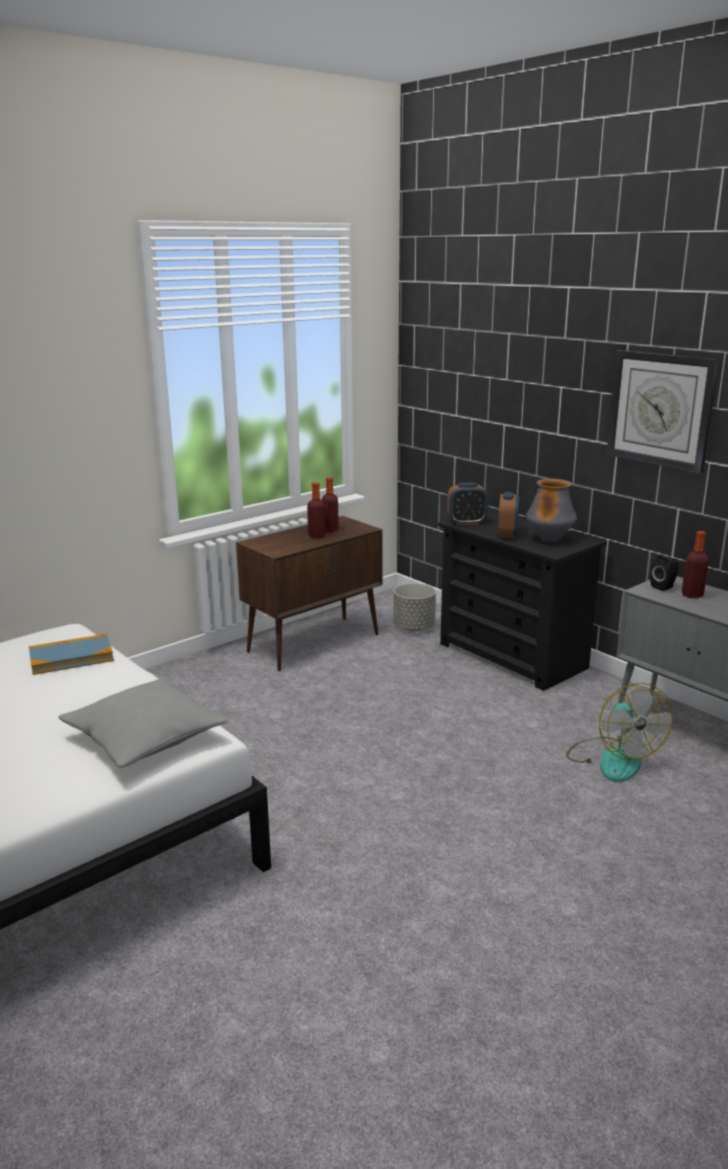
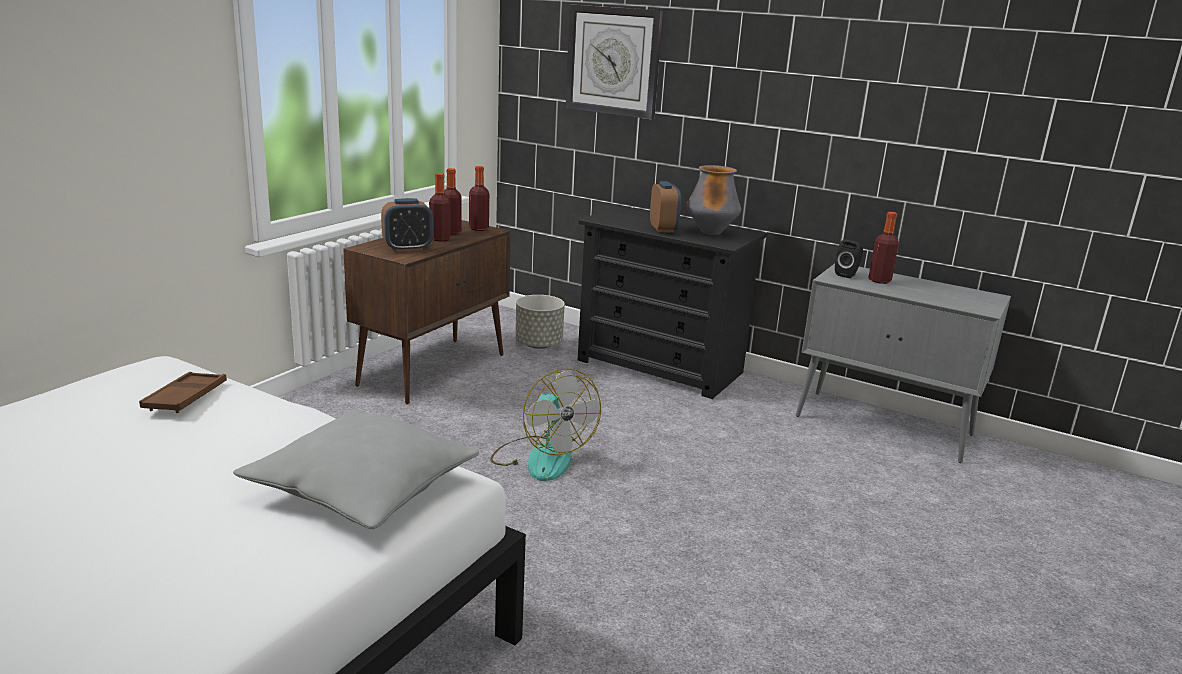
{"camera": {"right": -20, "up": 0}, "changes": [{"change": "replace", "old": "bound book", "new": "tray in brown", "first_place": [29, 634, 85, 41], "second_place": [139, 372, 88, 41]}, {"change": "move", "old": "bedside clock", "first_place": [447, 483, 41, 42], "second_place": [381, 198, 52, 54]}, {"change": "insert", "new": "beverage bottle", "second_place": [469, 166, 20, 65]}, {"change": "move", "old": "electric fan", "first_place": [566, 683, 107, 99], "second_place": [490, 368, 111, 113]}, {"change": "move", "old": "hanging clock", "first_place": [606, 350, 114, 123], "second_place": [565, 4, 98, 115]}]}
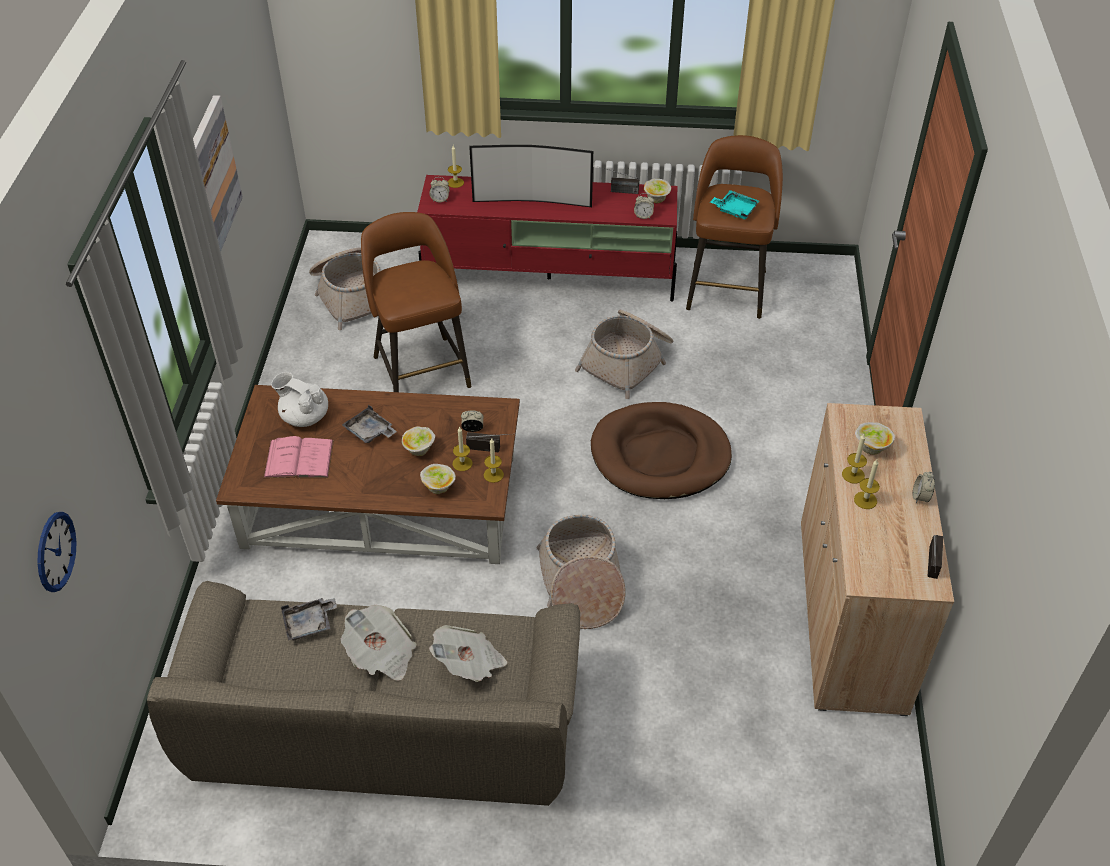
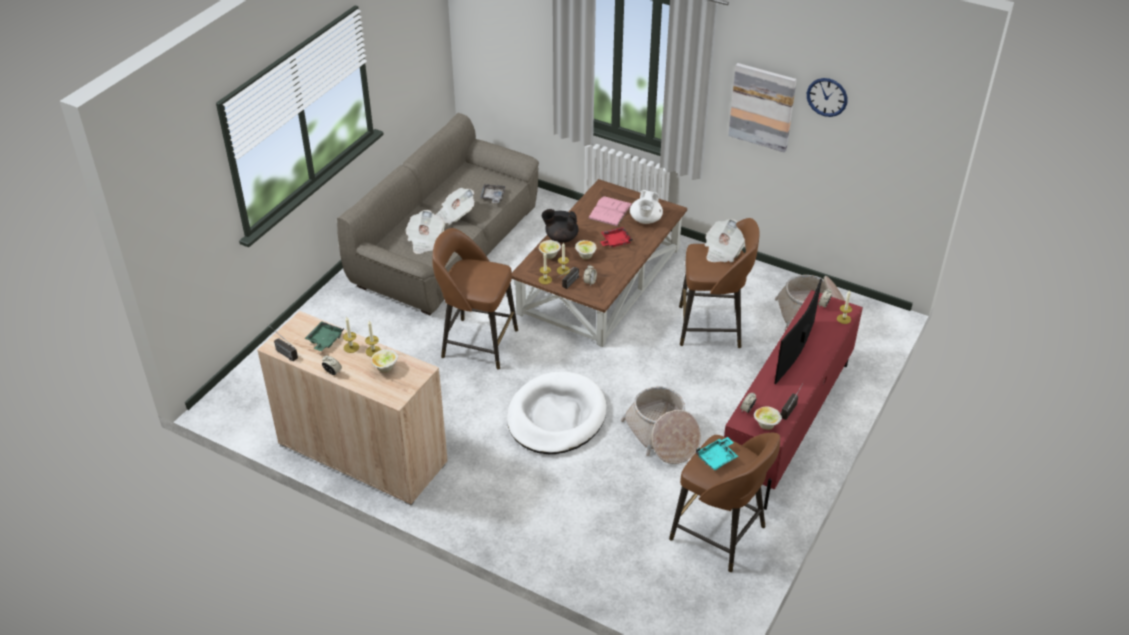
{"camera": {"right": 115, "up": -5}, "changes": [{"change": "insert", "new": "tray in green-coloured", "second_place": [305, 321, 39, 30]}, {"change": "replace", "old": "basket", "new": "stool seat in brown", "first_place": [536, 515, 89, 114], "second_place": [432, 228, 86, 142]}, {"change": "recolor", "old": "dog bed in brown", "new": "dog bed in white", "first_place": [591, 402, 141, 97], "second_place": [507, 372, 100, 82]}, {"change": "insert", "new": "pot for tea in blackish", "second_place": [542, 209, 37, 34]}, {"change": "recolor", "old": "tray in greyish", "new": "tray in red-coloured", "first_place": [342, 405, 55, 38], "second_place": [600, 227, 33, 20]}, {"change": "rotate", "old": "pot for tea in white", "first_place": [271, 372, 57, 55], "second_place": [630, 190, 33, 34], "degrees": 135}, {"change": "insert", "new": "printed paper", "second_place": [705, 219, 40, 43]}, {"change": "move", "old": "hanging clock", "first_place": [37, 512, 40, 80], "second_place": [807, 78, 40, 39]}]}
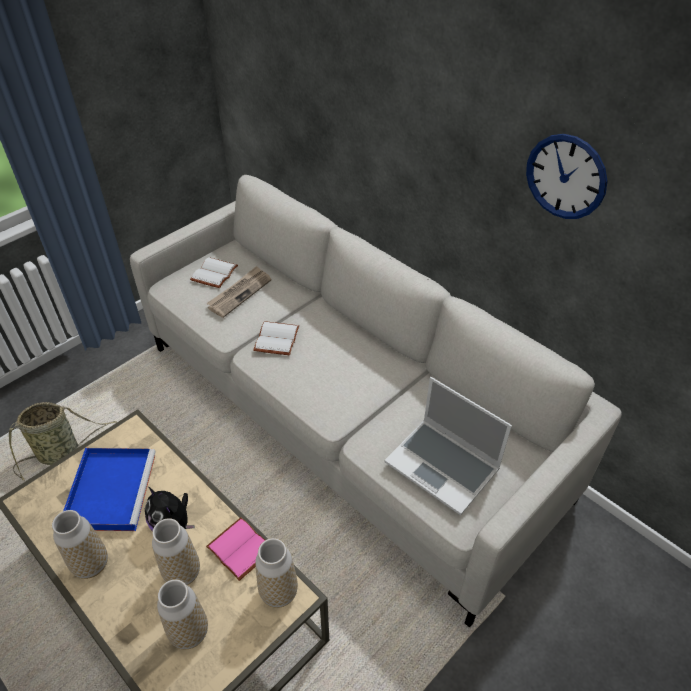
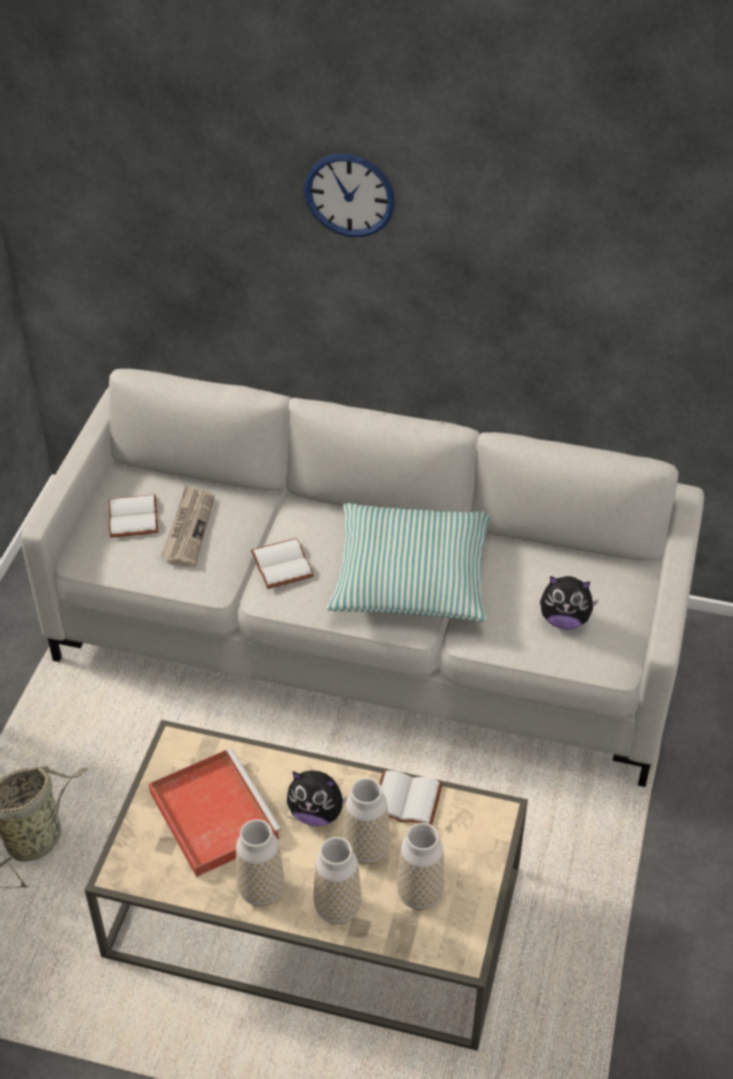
{"camera": {"right": -30, "up": 0}, "changes": [{"change": "recolor", "old": "tray in bluish", "new": "tray in red-coloured", "first_place": [63, 448, 93, 83], "second_place": [148, 748, 134, 129]}, {"change": "move", "old": "hanging clock", "first_place": [526, 134, 82, 85], "second_place": [304, 154, 91, 83]}, {"change": "move", "old": "decorative vase", "first_place": [255, 538, 43, 70], "second_place": [314, 837, 47, 87]}, {"change": "insert", "new": "pillow", "second_place": [327, 503, 163, 119]}, {"change": "recolor", "old": "bound book in pinkish", "new": "bound book in white", "first_place": [206, 517, 59, 64], "second_place": [379, 770, 64, 55]}, {"change": "replace", "old": "laptop", "new": "soft toy", "first_place": [384, 377, 128, 138], "second_place": [540, 576, 59, 54]}]}
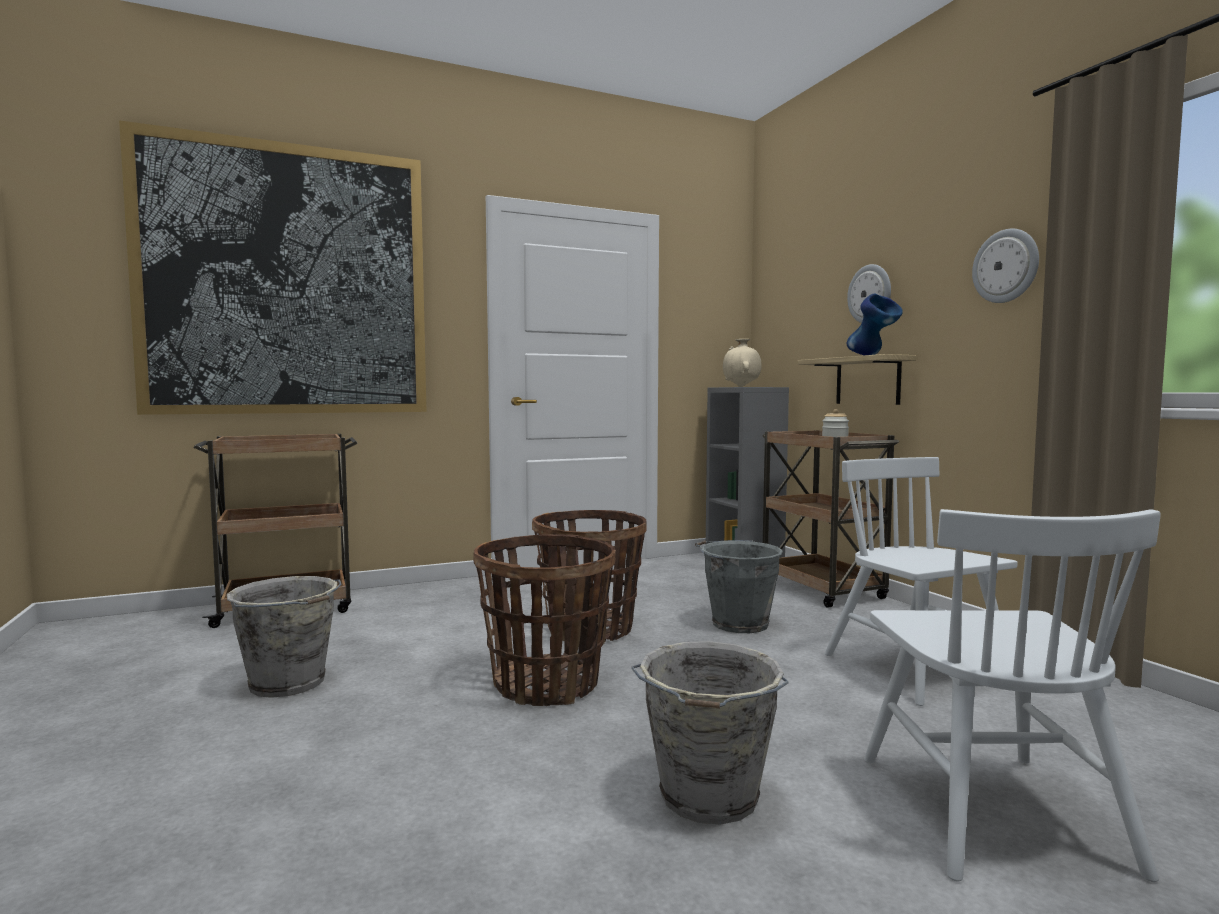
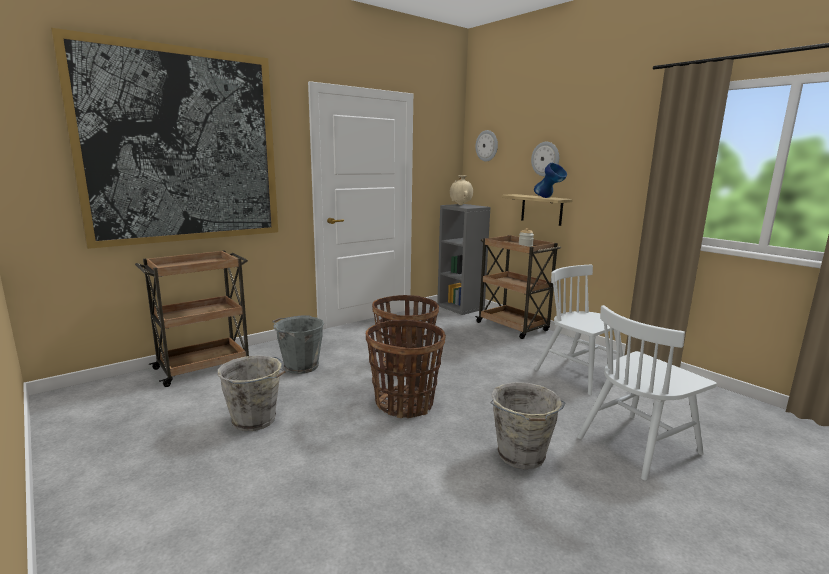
{"camera": {"right": -15, "up": 10}, "changes": [{"change": "move", "old": "water bucket in greyish", "first_place": [695, 540, 88, 93], "second_place": [272, 315, 52, 59]}, {"change": "move", "old": "hanging clock", "first_place": [972, 229, 67, 74], "second_place": [475, 130, 23, 32]}, {"change": "rotate", "old": "upright chair in white", "first_place": [864, 509, 297, 373], "second_place": [577, 305, 140, 176], "degrees": 75}]}
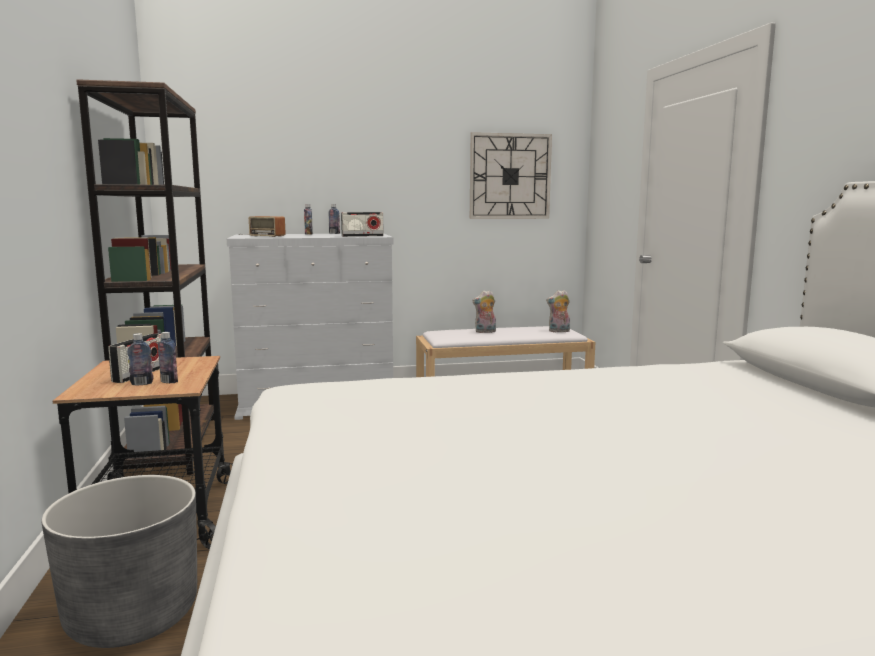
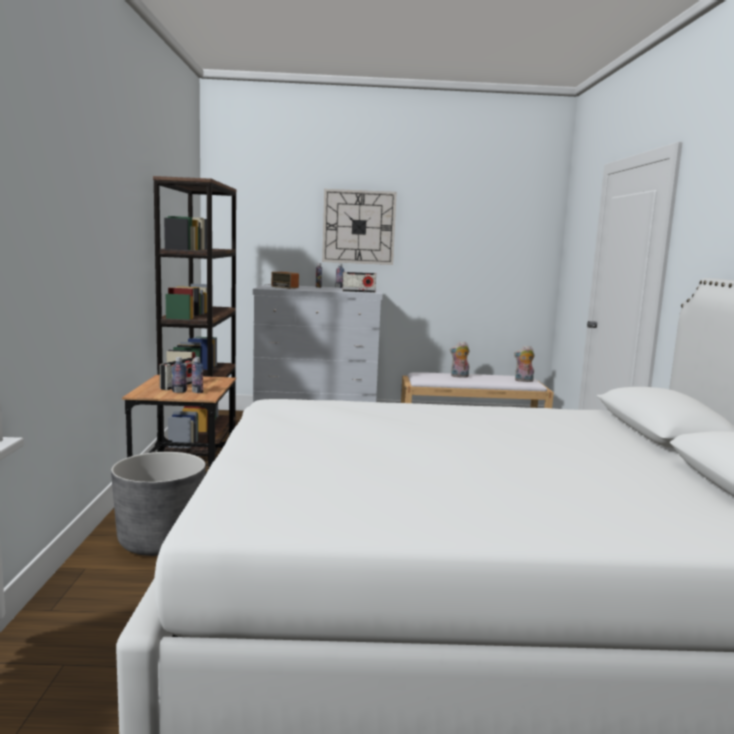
{"camera": {"right": 10, "up": 0}, "changes": [{"change": "move", "old": "hanging clock", "first_place": [470, 132, 82, 87], "second_place": [322, 189, 75, 76]}]}
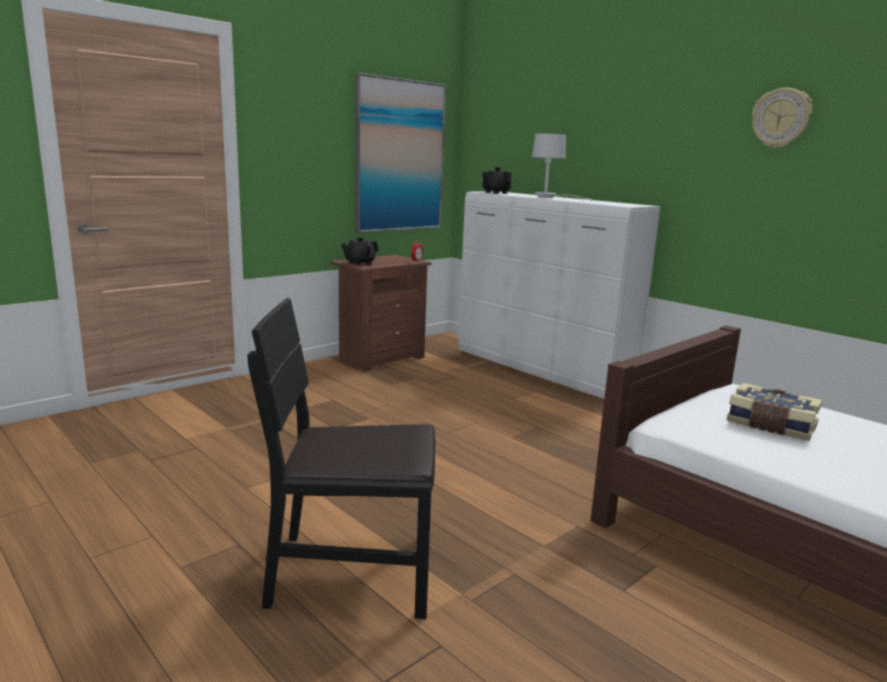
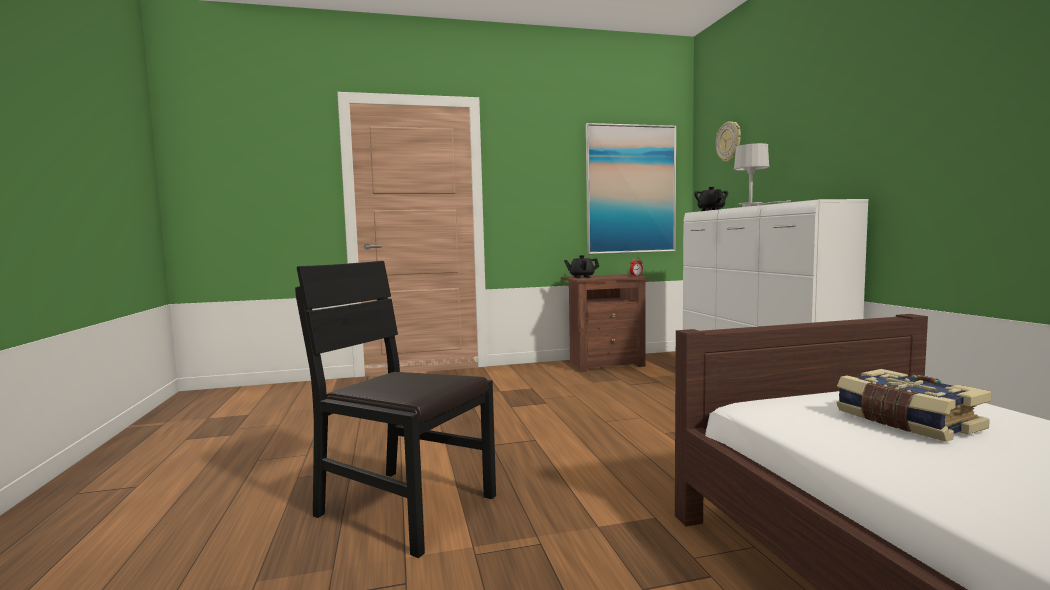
{"camera": {"right": 30, "up": -10}, "changes": [{"change": "move", "old": "hanging clock", "first_place": [752, 88, 61, 60], "second_place": [716, 121, 25, 41]}]}
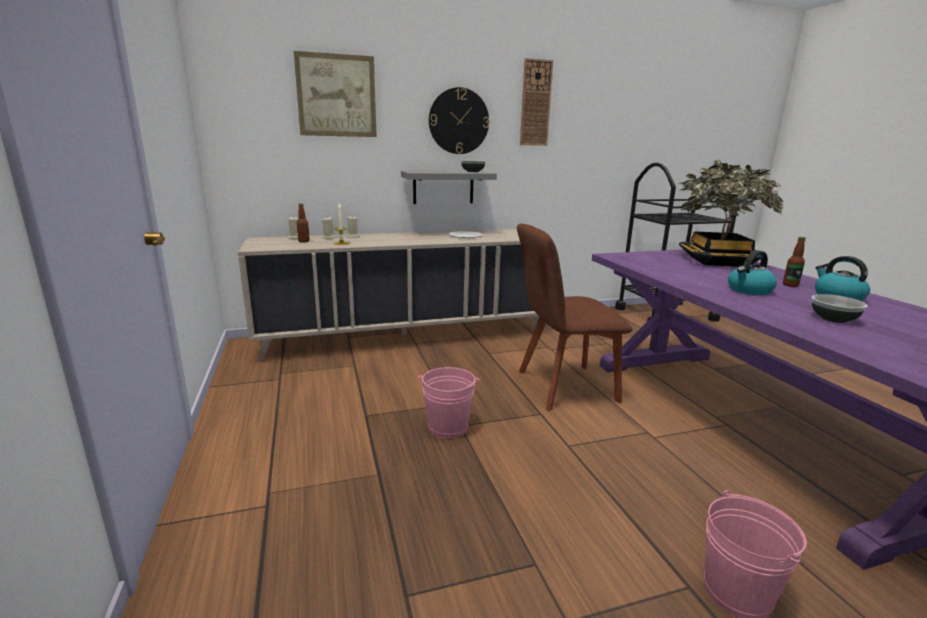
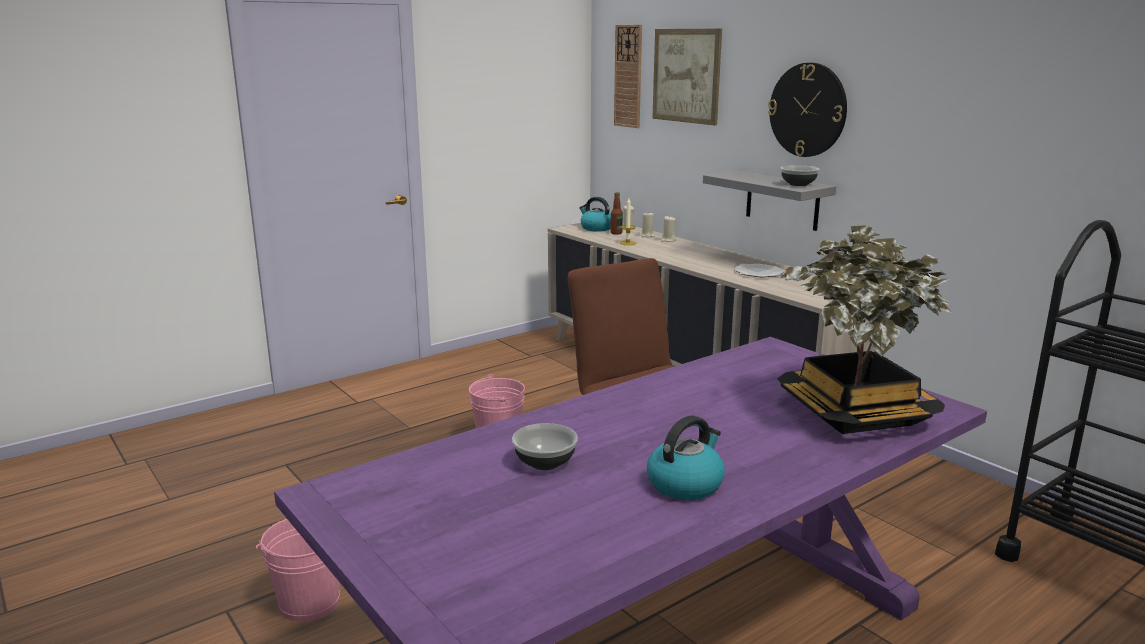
{"camera": {"right": 70, "up": 0}, "changes": [{"change": "move", "old": "tea kettle", "first_place": [728, 250, 49, 45], "second_place": [579, 197, 32, 35]}, {"change": "move", "old": "hanging clock", "first_place": [520, 58, 33, 88], "second_place": [614, 25, 28, 103]}, {"change": "delete", "old": "beverage bottle", "first_place": [783, 237, 23, 50]}]}
